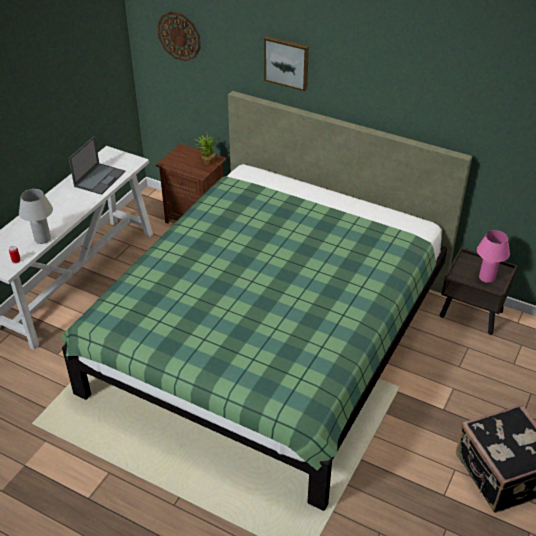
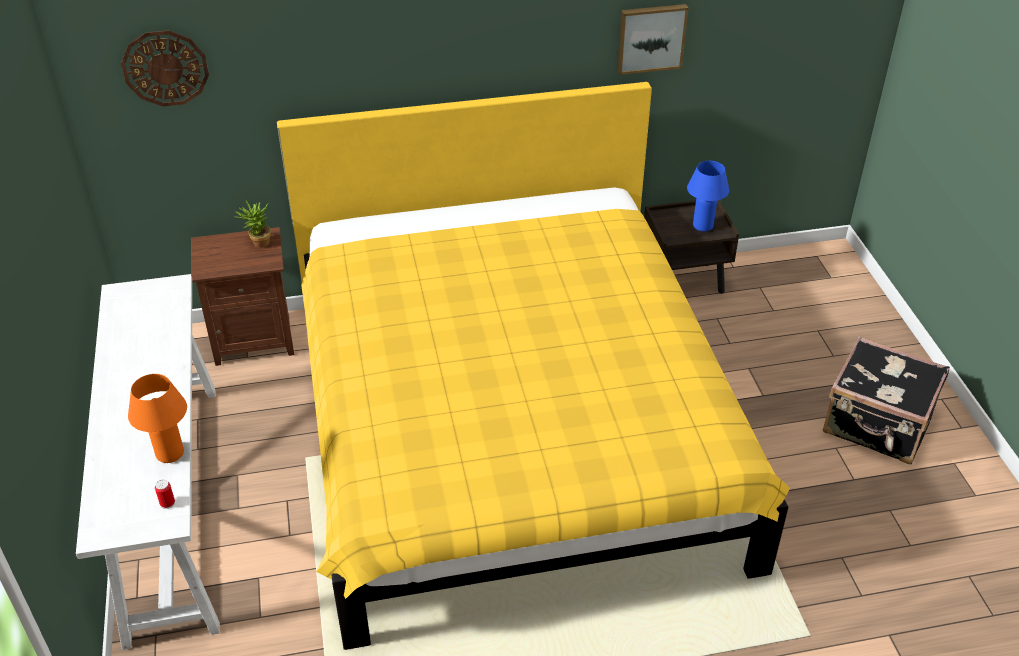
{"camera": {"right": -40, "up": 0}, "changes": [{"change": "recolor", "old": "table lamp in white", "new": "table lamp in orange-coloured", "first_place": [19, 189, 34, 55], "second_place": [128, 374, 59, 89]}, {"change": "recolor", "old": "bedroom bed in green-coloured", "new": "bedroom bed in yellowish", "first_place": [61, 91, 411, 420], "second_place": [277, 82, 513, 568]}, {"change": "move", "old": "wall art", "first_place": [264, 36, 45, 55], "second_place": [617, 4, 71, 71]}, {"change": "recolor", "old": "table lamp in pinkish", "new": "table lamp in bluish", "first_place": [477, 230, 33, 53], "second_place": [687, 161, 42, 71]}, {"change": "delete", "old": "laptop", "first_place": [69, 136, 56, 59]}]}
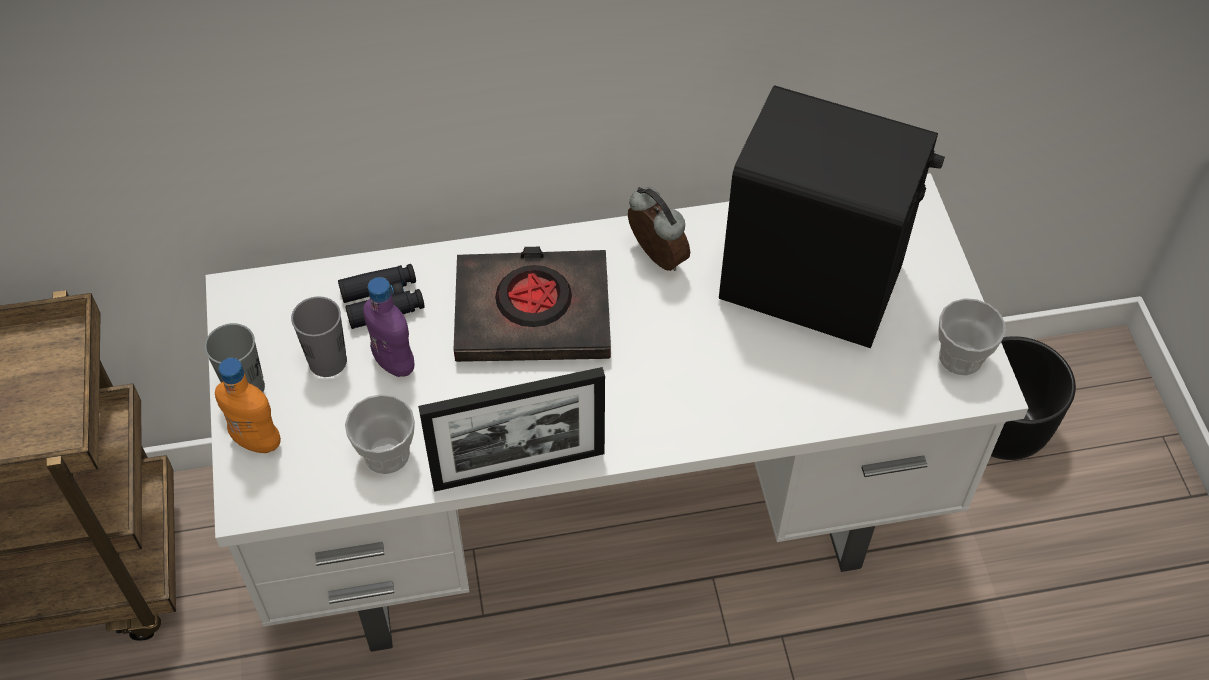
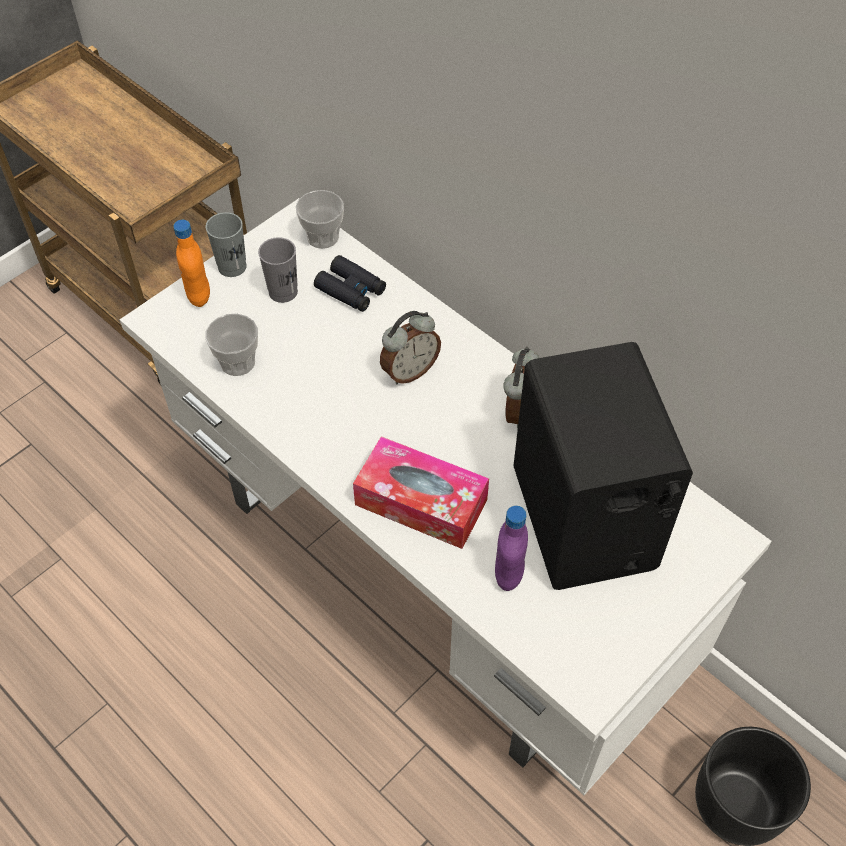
{"camera": {"right": 55, "up": 0}, "changes": [{"change": "move", "old": "drinking cup", "first_place": [938, 298, 68, 77], "second_place": [296, 190, 48, 59]}, {"change": "insert", "new": "tissue box", "second_place": [353, 436, 136, 113]}, {"change": "replace", "old": "bound book in blackish", "new": "bedside clock", "first_place": [454, 247, 157, 115], "second_place": [380, 311, 61, 73]}, {"change": "move", "old": "beverage bottle in purple", "first_place": [363, 277, 52, 100], "second_place": [495, 506, 33, 85]}, {"change": "delete", "old": "photo frame", "first_place": [418, 367, 187, 125]}]}
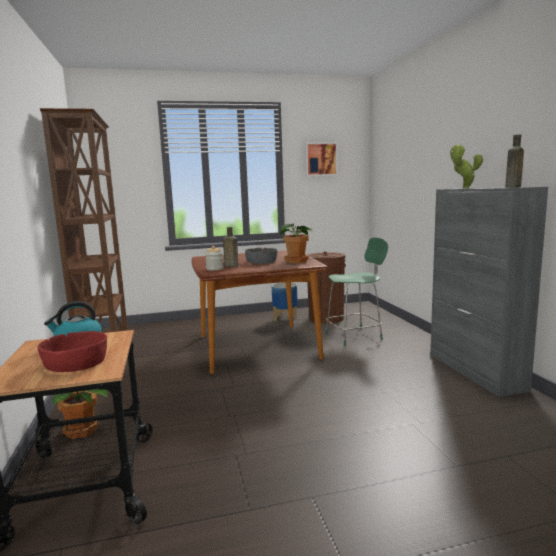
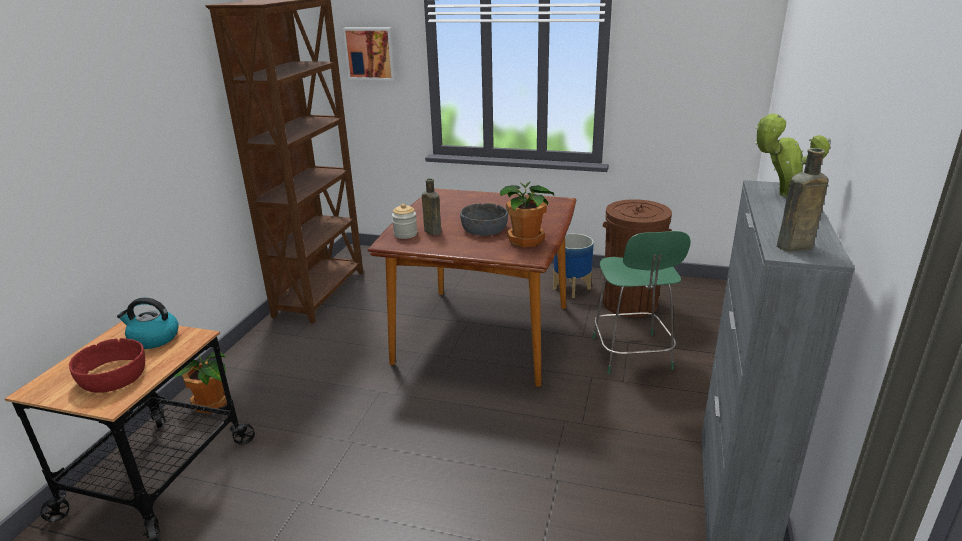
{"camera": {"right": 30, "up": 15}, "changes": [{"change": "move", "old": "wall art", "first_place": [305, 142, 33, 34], "second_place": [343, 27, 53, 54]}, {"change": "rotate", "old": "upright chair in green-coloured", "first_place": [326, 238, 62, 108], "second_place": [592, 231, 99, 143], "degrees": 75}]}
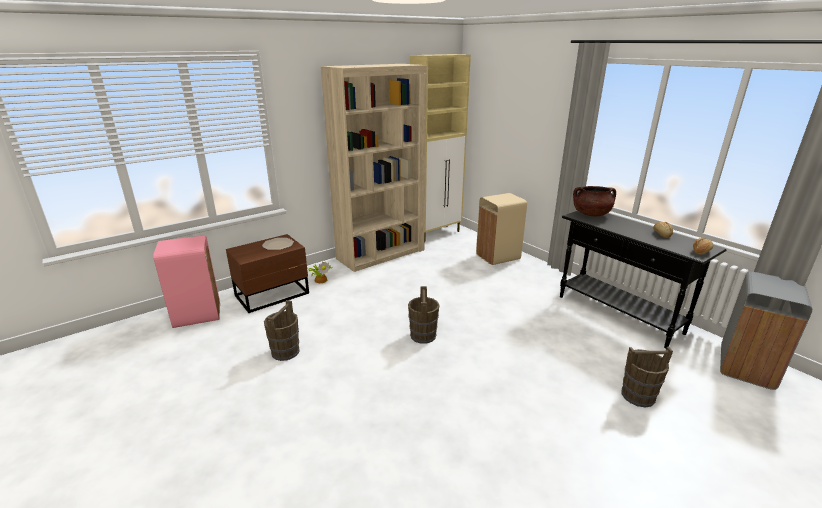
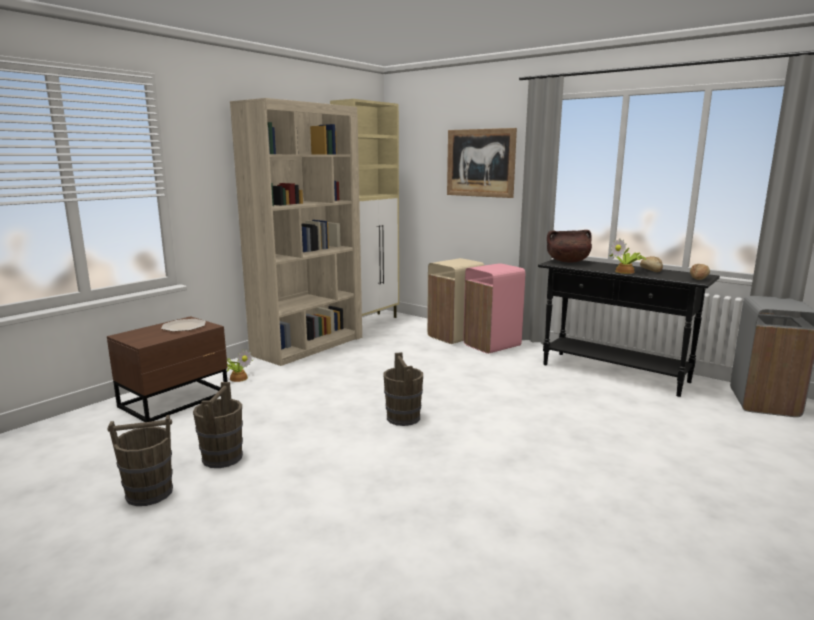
{"camera": {"right": -15, "up": -10}, "changes": [{"change": "move", "old": "water bucket in brown", "first_place": [621, 347, 52, 61], "second_place": [108, 415, 65, 91]}, {"change": "insert", "new": "wall art", "second_place": [447, 128, 70, 70]}, {"change": "move", "old": "rubbish bin in pinkish", "first_place": [153, 235, 67, 93], "second_place": [463, 263, 62, 91]}, {"change": "insert", "new": "potted plant", "second_place": [609, 238, 37, 36]}]}
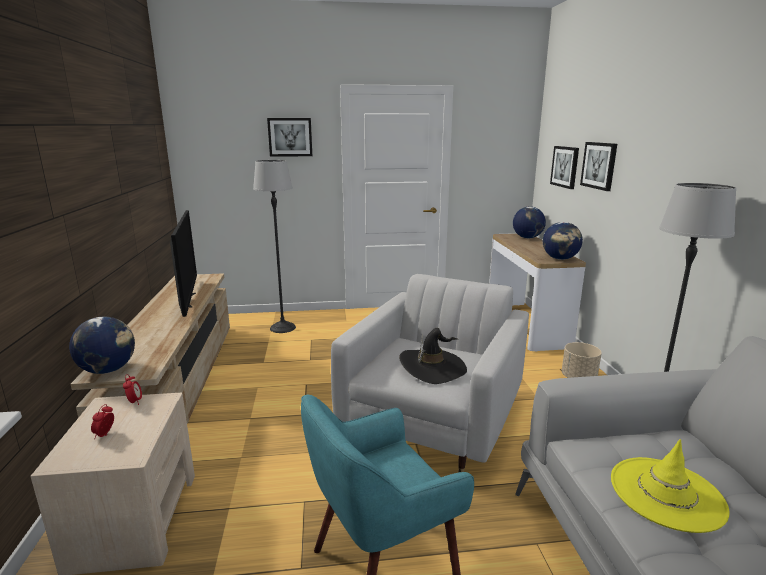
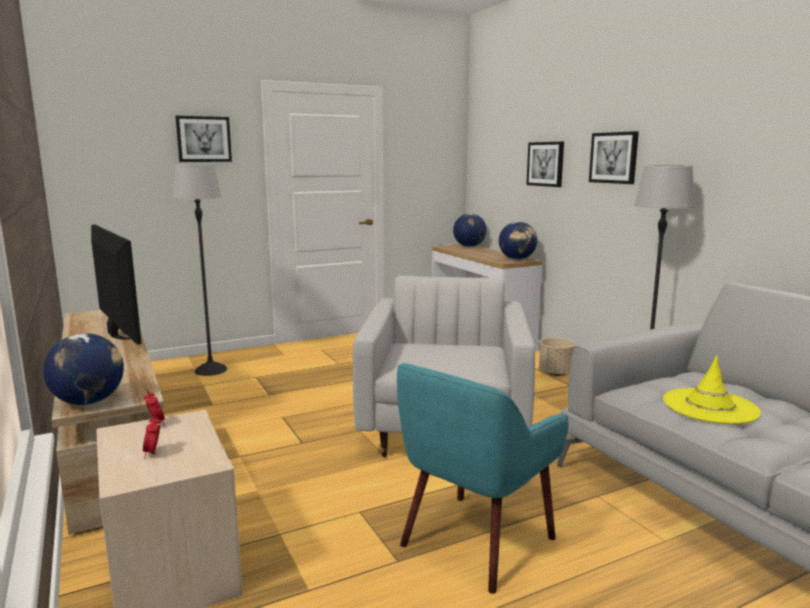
{"camera": {"right": -20, "up": -5}, "changes": [{"change": "move", "old": "wall art", "first_place": [550, 146, 29, 43], "second_place": [589, 131, 50, 53]}, {"change": "delete", "old": "wearable hat in blackish", "first_place": [399, 328, 68, 56]}]}
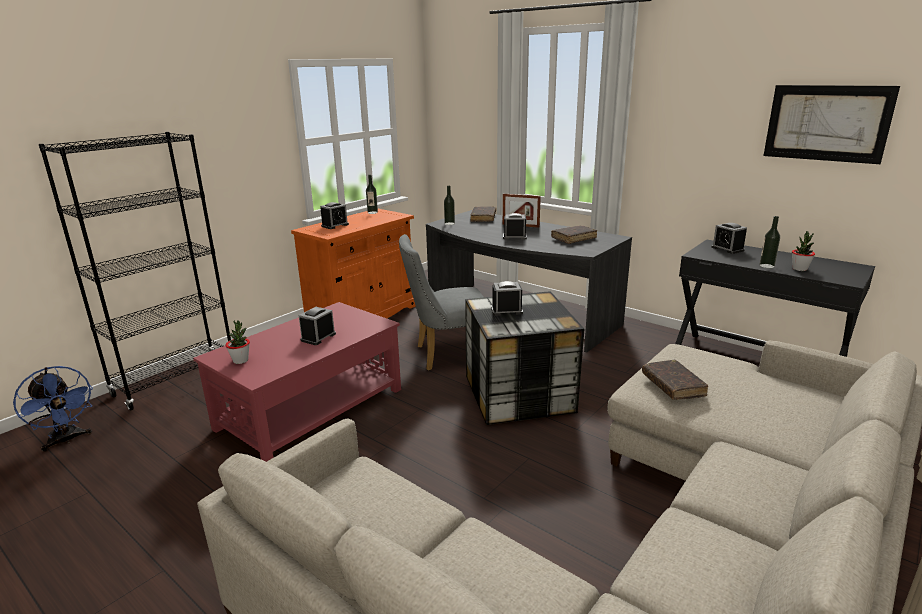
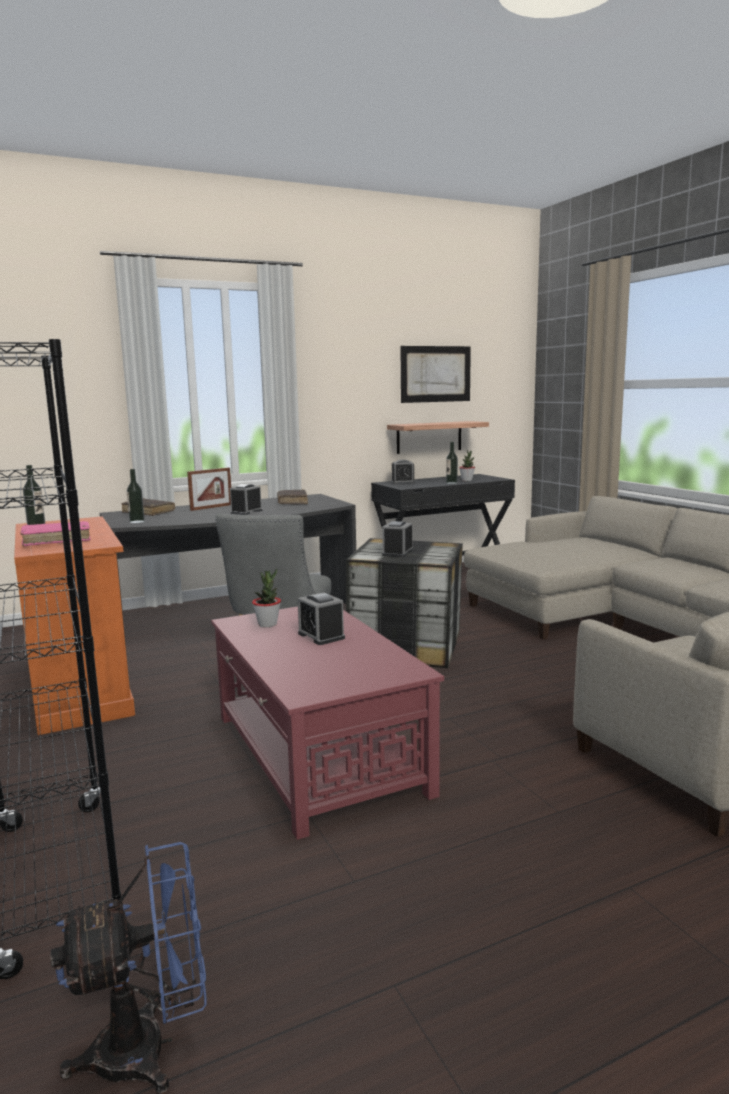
{"camera": {"right": -65, "up": -10}, "changes": [{"change": "replace", "old": "bedside clock", "new": "bound book in pinkish", "first_place": [320, 202, 29, 27], "second_place": [20, 521, 70, 25]}, {"change": "move", "old": "potted plant", "first_place": [225, 320, 25, 44], "second_place": [252, 569, 29, 58]}, {"change": "insert", "new": "wall shelf", "second_place": [387, 421, 102, 33]}, {"change": "delete", "old": "bound book in brown", "first_place": [642, 360, 66, 40]}]}
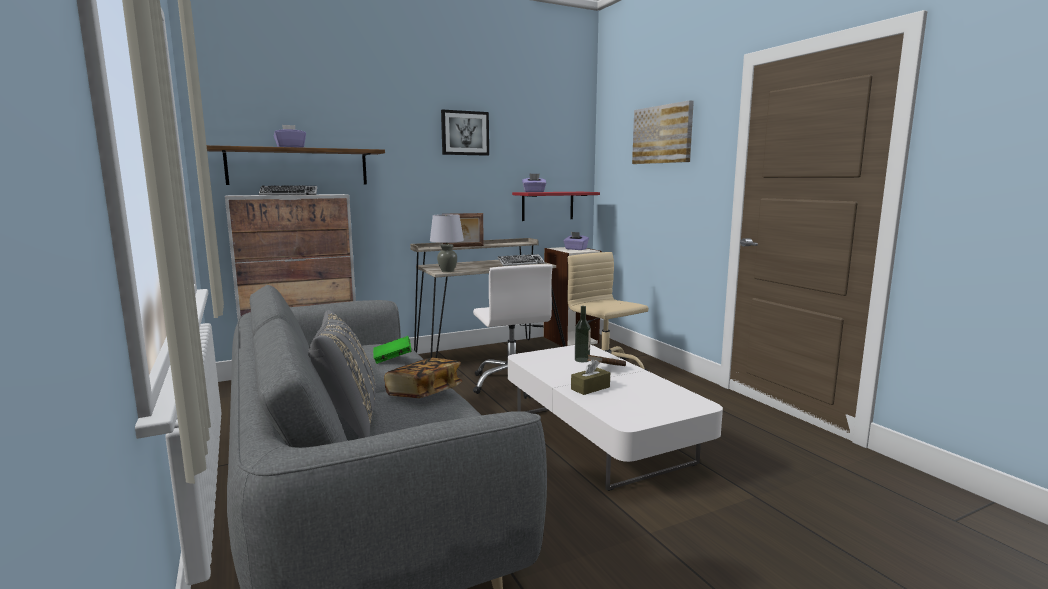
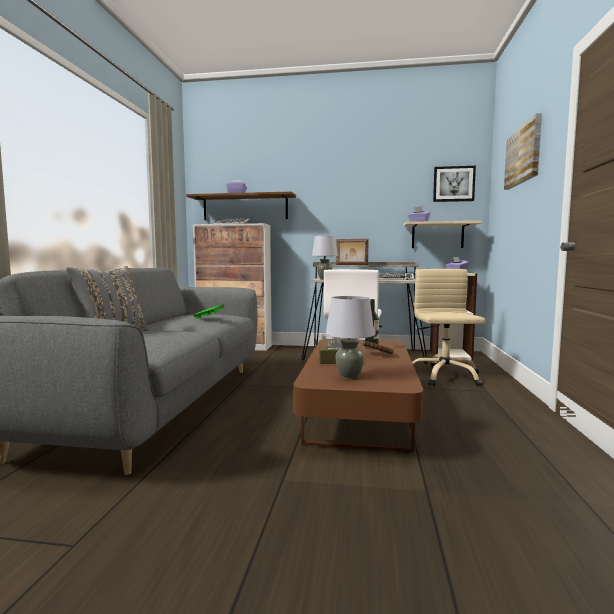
{"camera": {"right": 35, "up": -5}, "changes": [{"change": "recolor", "old": "low table in white", "new": "low table in brown", "first_place": [508, 345, 215, 146], "second_place": [294, 339, 129, 114]}, {"change": "insert", "new": "table lamp in greyish", "second_place": [326, 296, 49, 84]}, {"change": "recolor", "old": "wall shelf in red-coloured", "new": "wall shelf in sand-coloured", "first_place": [512, 192, 88, 29], "second_place": [403, 221, 79, 27]}, {"change": "move", "old": "wall art", "first_place": [441, 110, 48, 46], "second_place": [433, 166, 43, 36]}, {"change": "delete", "old": "bound book", "first_place": [384, 358, 78, 40]}]}
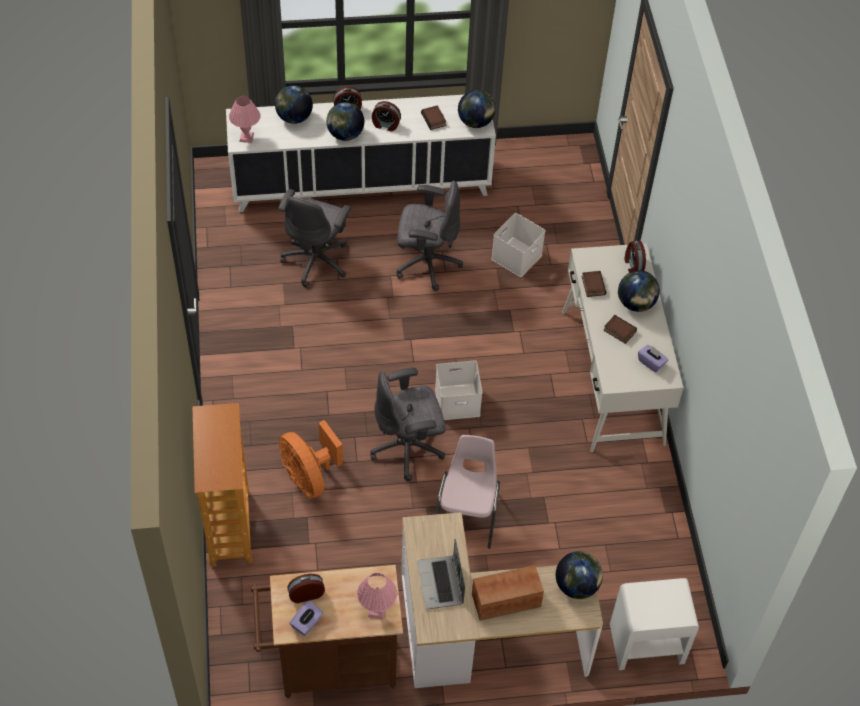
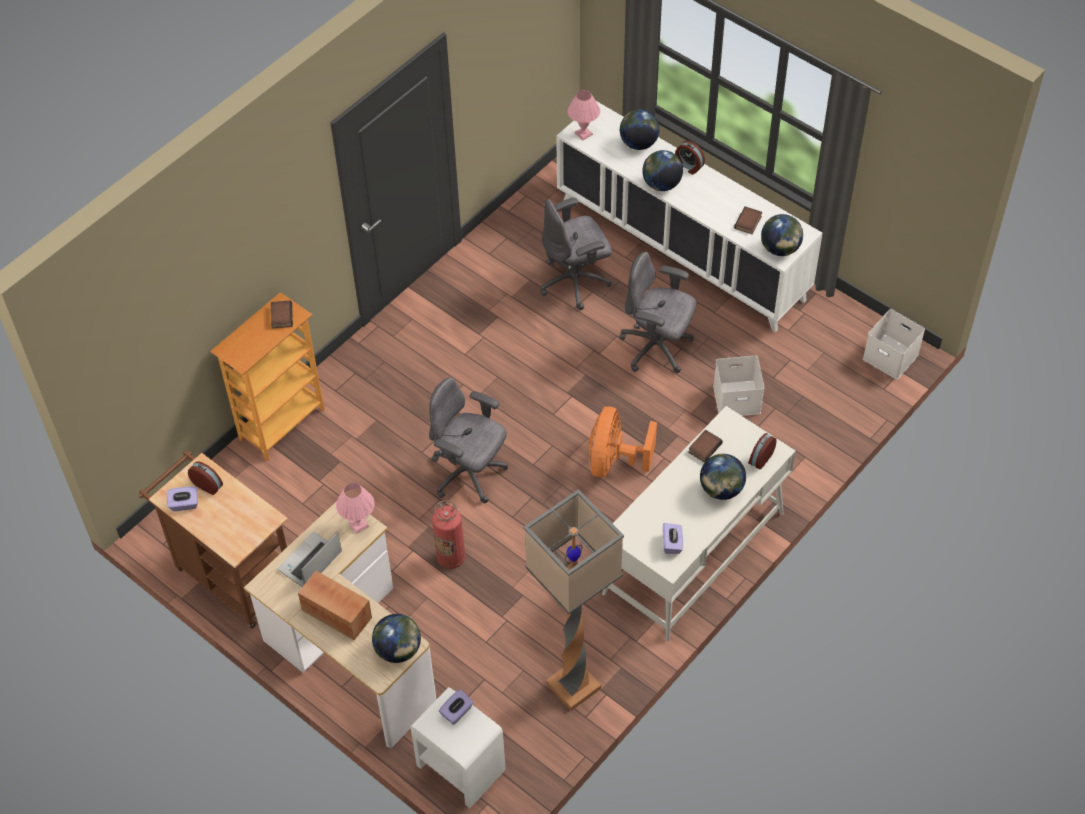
{"camera": {"right": 50, "up": 0}, "changes": [{"change": "move", "old": "bound book", "first_place": [603, 315, 34, 29], "second_place": [271, 300, 22, 28]}, {"change": "move", "old": "table lamp in pinkish", "first_place": [357, 573, 40, 47], "second_place": [336, 483, 39, 51]}, {"change": "replace", "old": "upright chair in pinkish", "new": "fire-fighting cylinder", "first_place": [436, 435, 64, 114], "second_place": [432, 500, 33, 69]}, {"change": "insert", "new": "tissue box in purple", "second_place": [439, 689, 35, 36]}, {"change": "insert", "new": "standard lamp", "second_place": [523, 489, 101, 222]}, {"change": "move", "old": "electric fan in orange-coloured", "first_place": [279, 420, 64, 78], "second_place": [589, 407, 68, 71]}, {"change": "rotate", "old": "desk chair in greyish", "first_place": [397, 181, 66, 110], "second_place": [619, 252, 77, 121], "degrees": 150}, {"change": "move", "old": "storage box in white", "first_place": [435, 360, 47, 60], "second_place": [863, 309, 62, 70]}, {"change": "delete", "old": "bedside clock", "first_place": [372, 101, 29, 30]}]}
